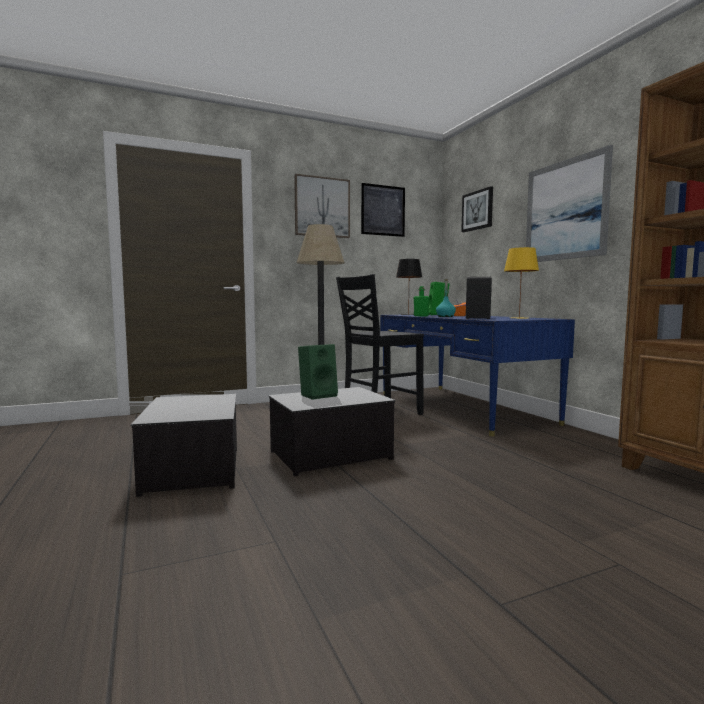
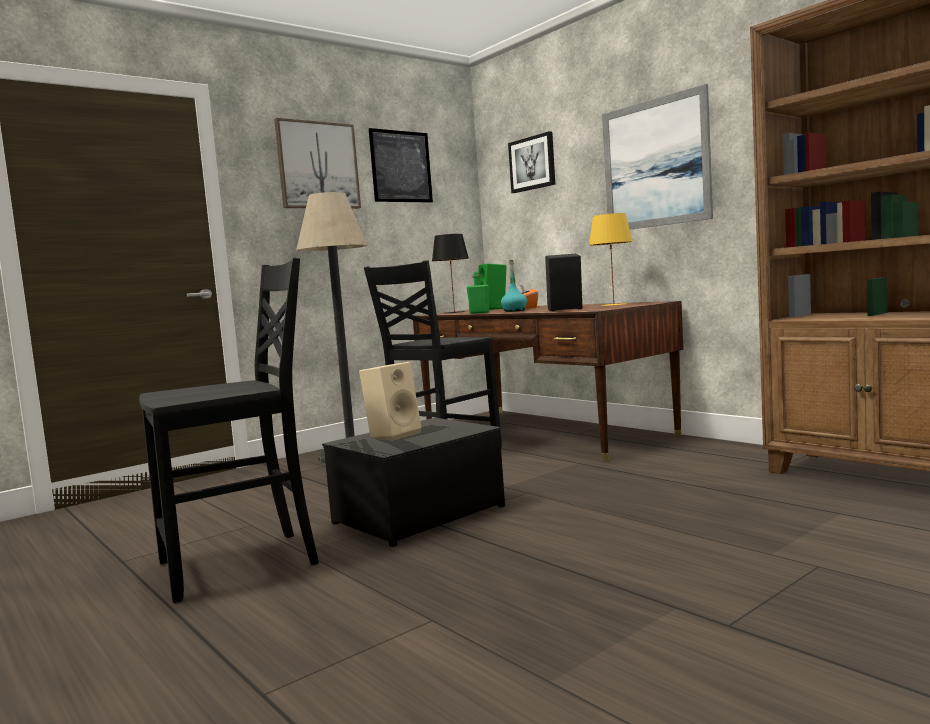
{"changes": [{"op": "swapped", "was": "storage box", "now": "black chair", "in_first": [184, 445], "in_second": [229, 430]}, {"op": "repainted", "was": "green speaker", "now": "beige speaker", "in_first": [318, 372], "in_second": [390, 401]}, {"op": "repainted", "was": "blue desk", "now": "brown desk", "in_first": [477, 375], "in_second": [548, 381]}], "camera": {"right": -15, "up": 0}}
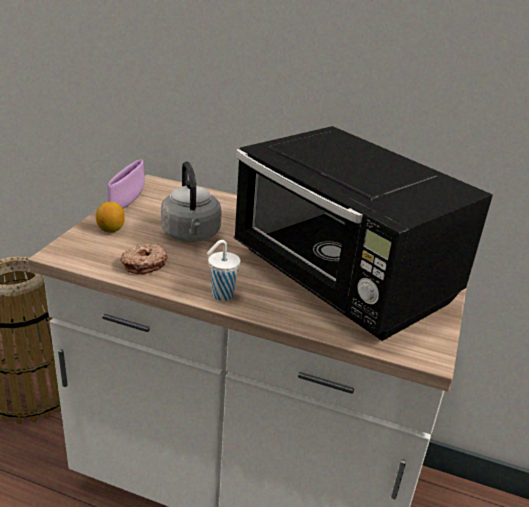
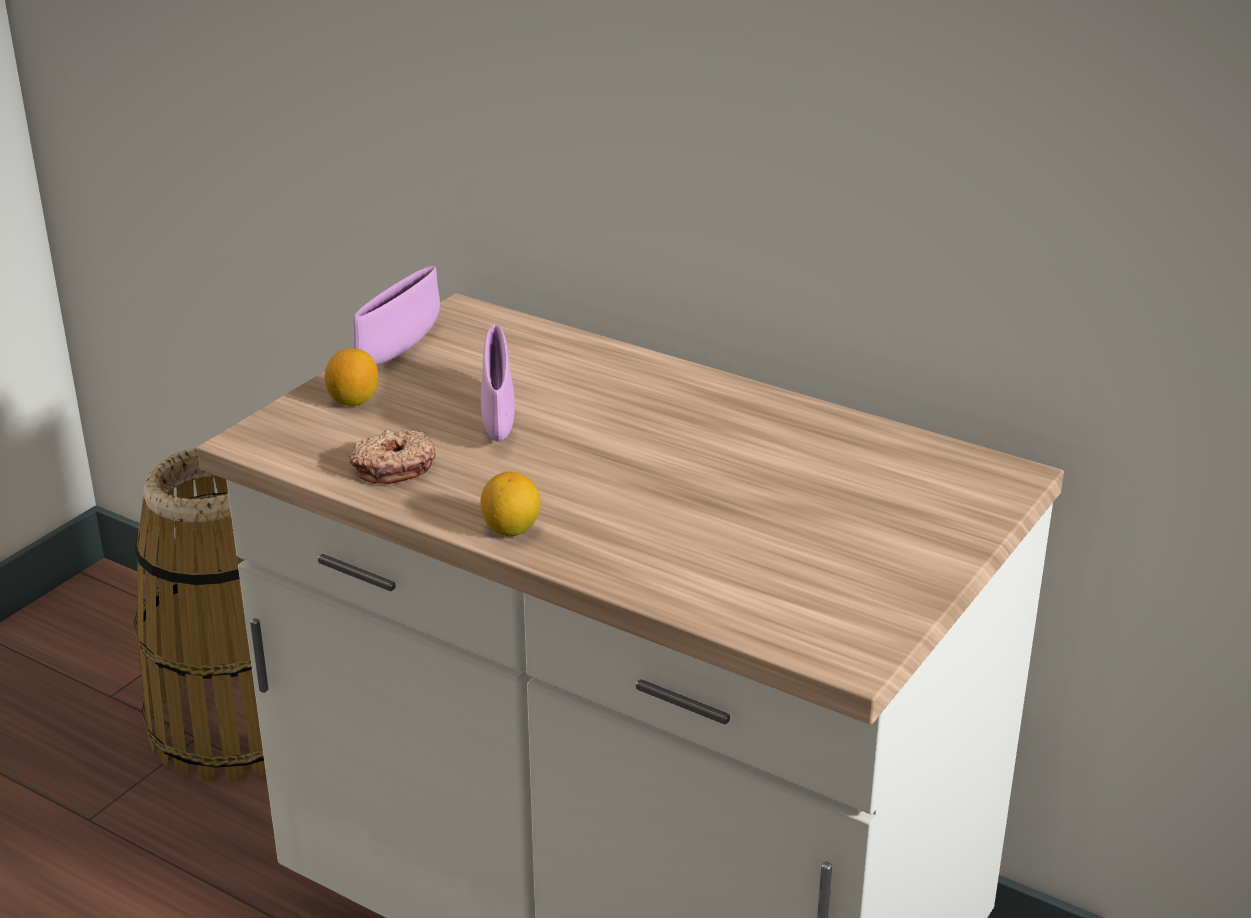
{"changes": [{"op": "gone", "was": "black microwave", "in_first": [363, 233]}, {"op": "swapped", "was": "grey kettle", "now": "purple bowl", "in_first": [191, 201], "in_second": [498, 383]}, {"op": "swapped", "was": "white cup", "now": "lemon", "in_first": [223, 270], "in_second": [510, 504]}], "camera": {"right": 15, "up": 0}}
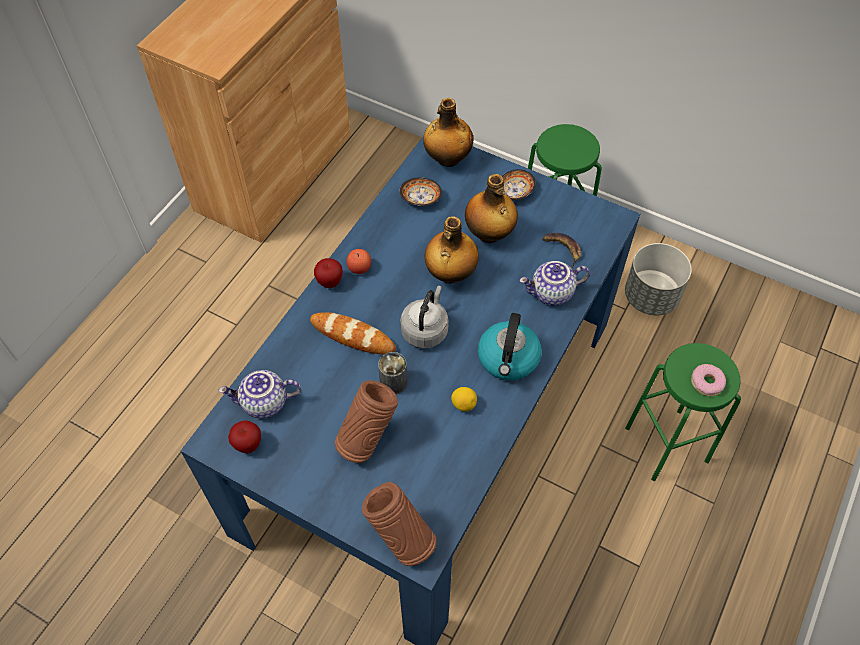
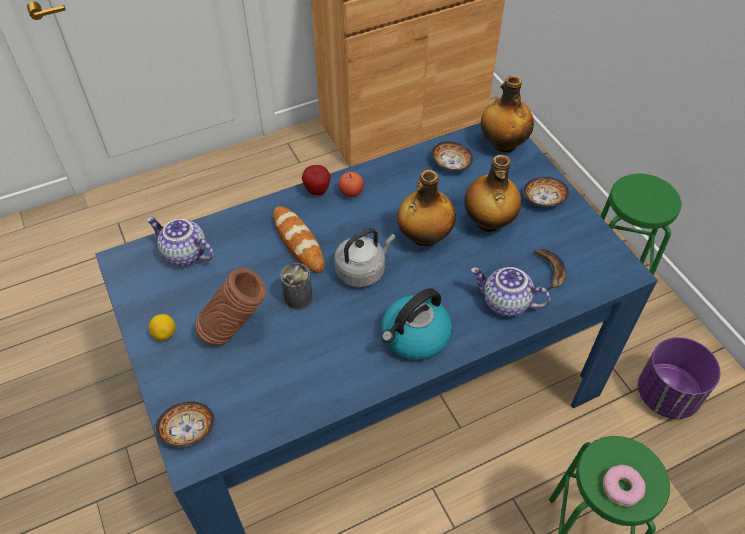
{"changes": [{"op": "gone", "was": "apple", "in_first": [244, 436]}, {"op": "shifted", "was": "lemon", "in_first": [464, 399], "in_second": [162, 327]}, {"op": "swapped", "was": "brown vase", "now": "bowl", "in_first": [399, 524], "in_second": [185, 424]}, {"op": "repainted", "was": "grey planter", "now": "purple planter", "in_first": [658, 279], "in_second": [679, 378]}], "camera": {"right": 35, "up": -5}}
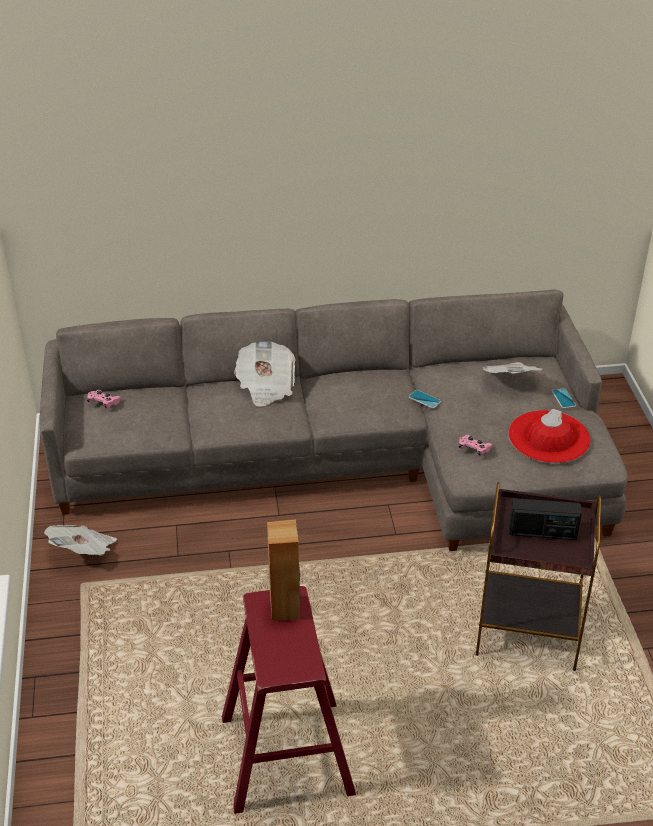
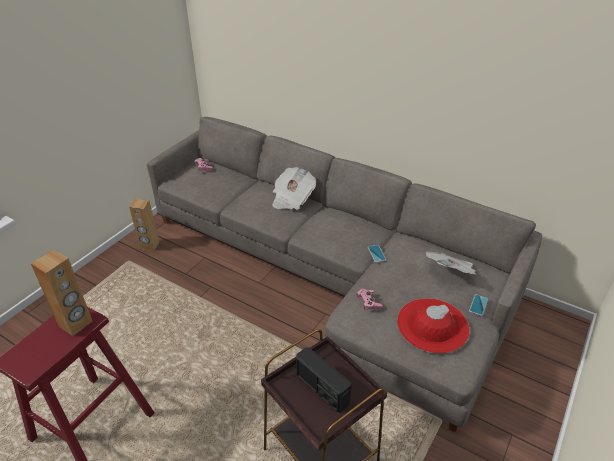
{"changes": [{"op": "swapped", "was": "newspaper", "now": "brown speaker", "in_first": [80, 540], "in_second": [144, 225]}], "camera": {"right": 40, "up": 0}}
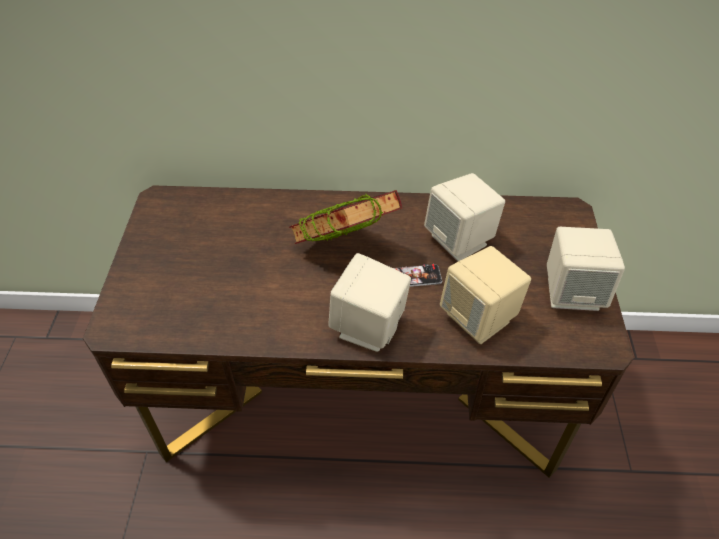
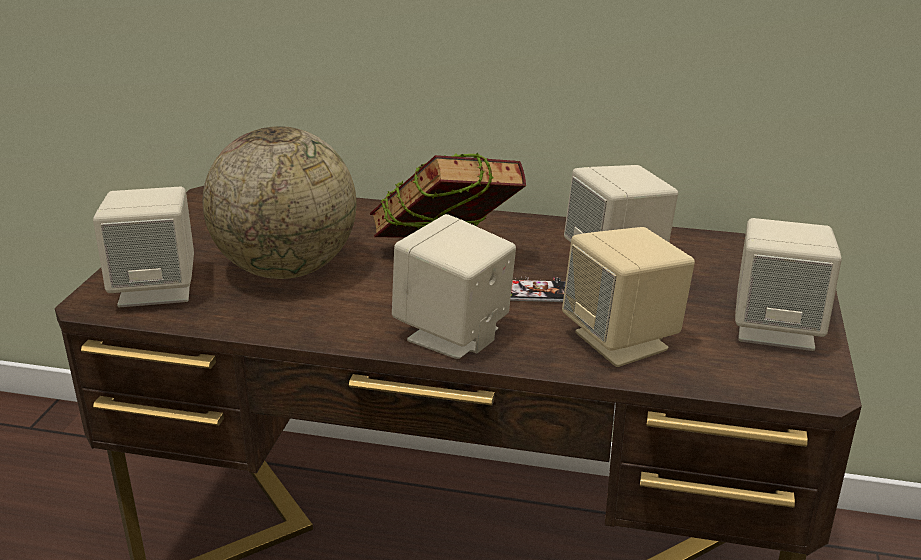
{"changes": [{"op": "new", "now": "beige speaker", "in_second": [143, 246]}, {"op": "new", "now": "globe", "in_second": [279, 202]}], "camera": {"right": 10, "up": -20}}
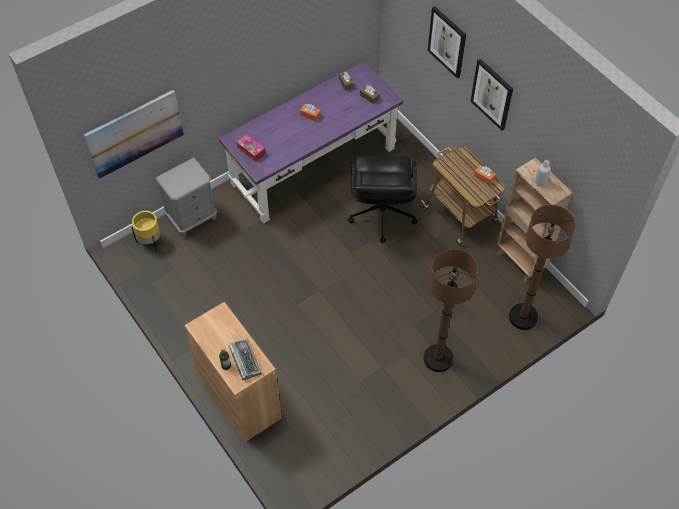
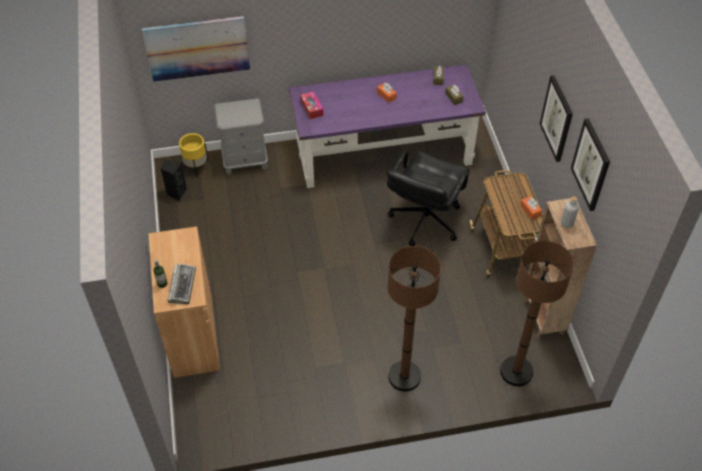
{"changes": [{"op": "new", "now": "black speaker", "in_second": [173, 181]}, {"op": "shifted", "was": "picture", "in_first": [447, 42], "in_second": [590, 164]}], "camera": {"right": 25, "up": -5}}
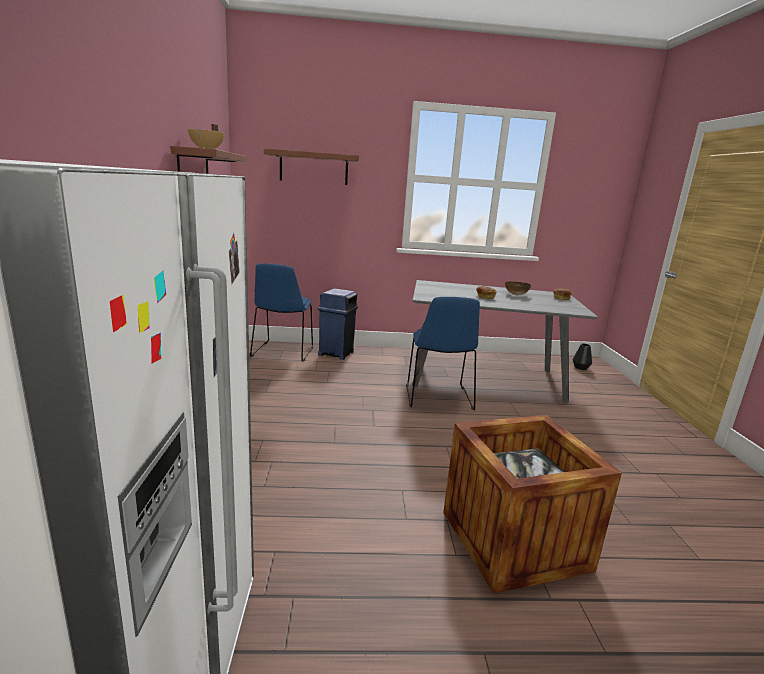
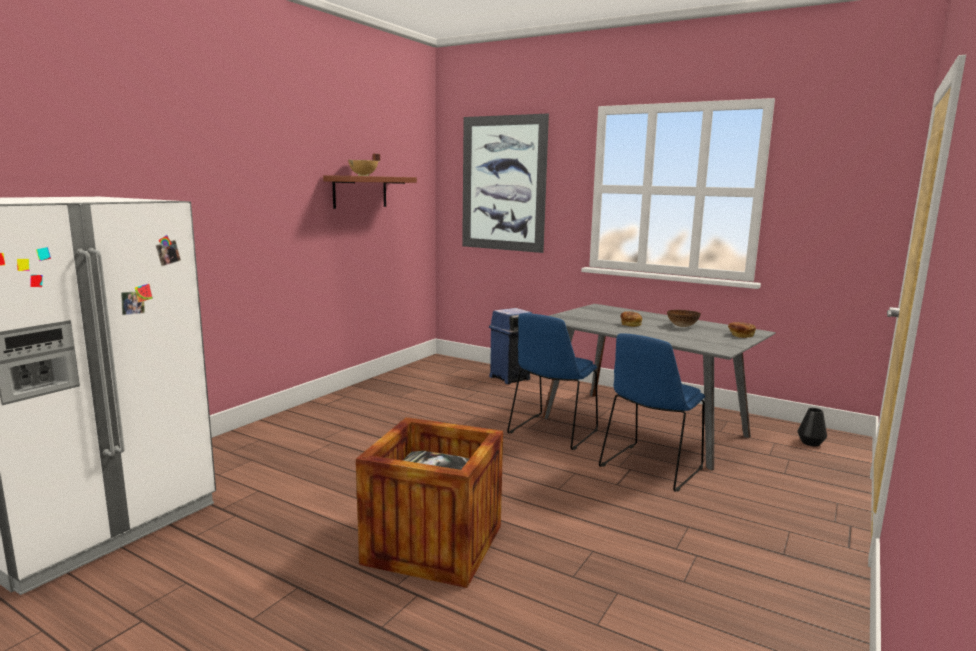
{"changes": [{"op": "shifted", "was": "blue chair", "in_first": [281, 313], "in_second": [652, 412]}, {"op": "swapped", "was": "brown shelf", "now": "picture", "in_first": [311, 167], "in_second": [505, 183]}], "camera": {"right": 35, "up": -5}}
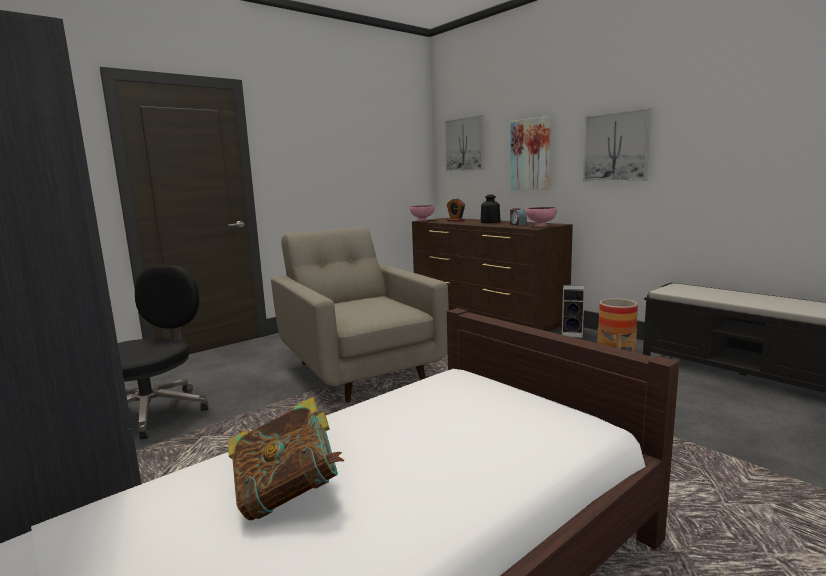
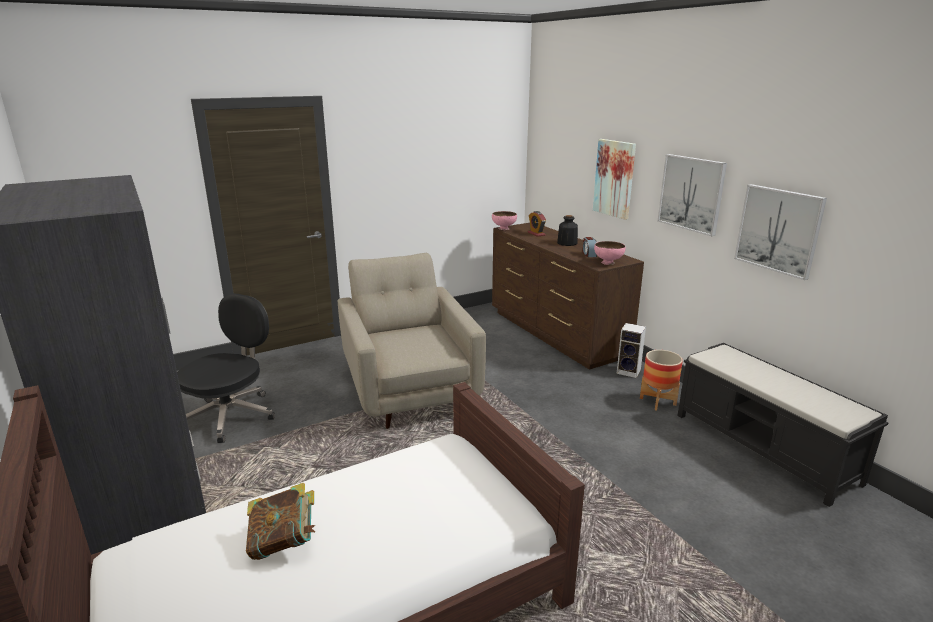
{"changes": [{"op": "shifted", "was": "picture", "in_first": [464, 143], "in_second": [780, 232]}], "camera": {"right": 10, "up": 10}}
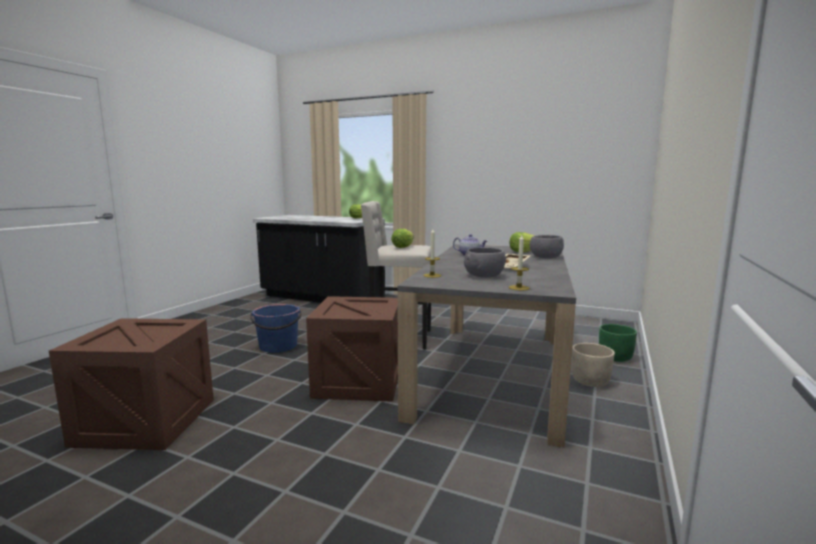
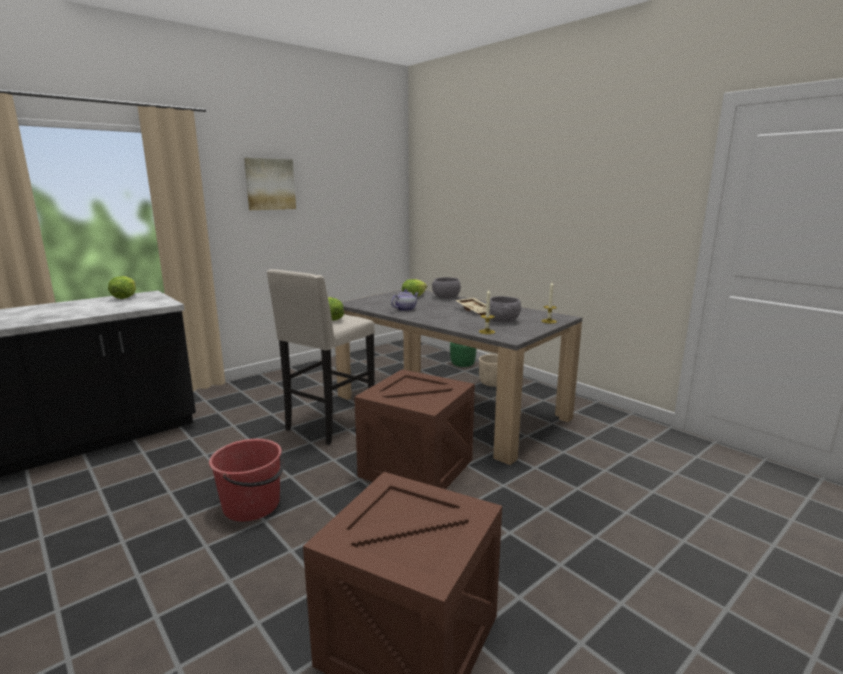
{"changes": [{"op": "new", "now": "picture", "in_second": [270, 184]}, {"op": "repainted", "was": "blue bucket", "now": "red bucket", "in_first": [275, 328], "in_second": [246, 480]}], "camera": {"right": -65, "up": 5}}
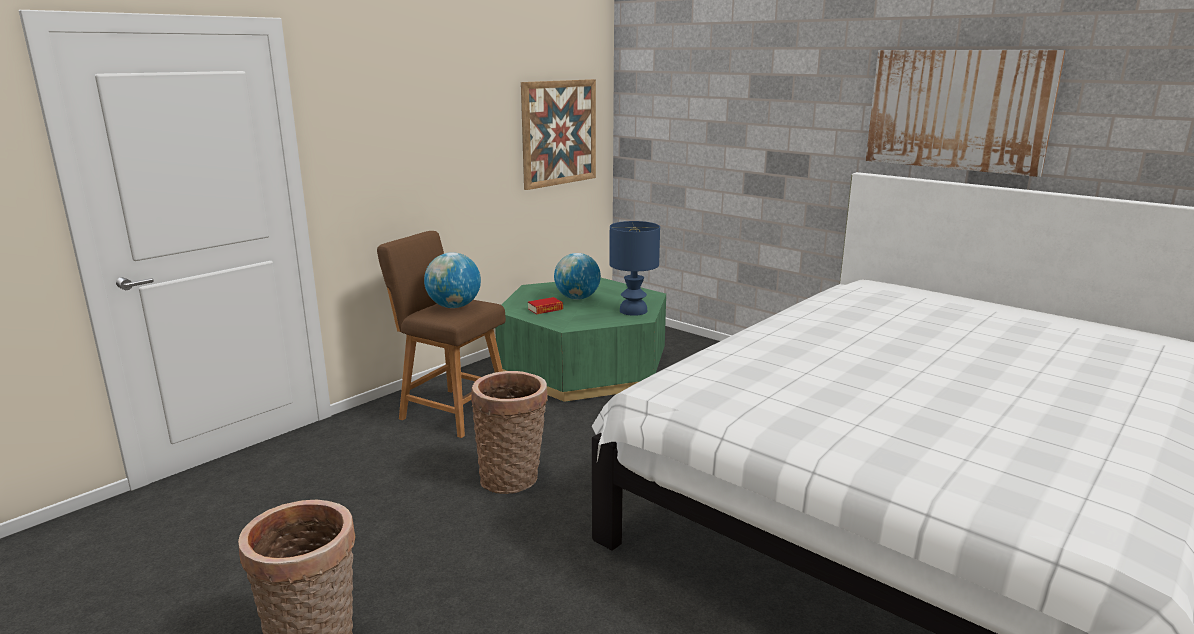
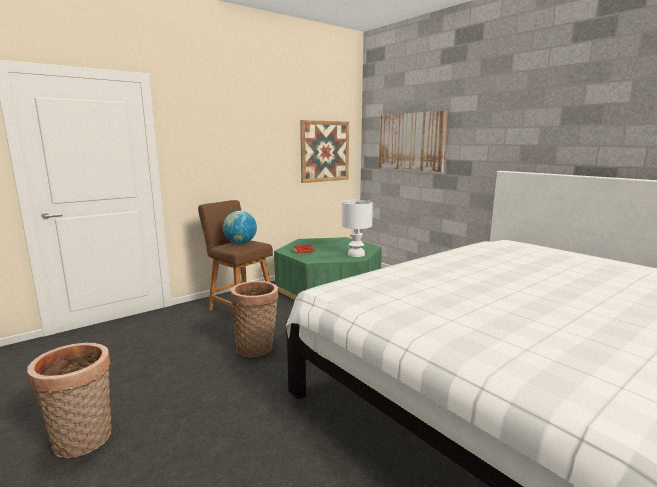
{"changes": [{"op": "gone", "was": "globe", "in_first": [577, 276]}, {"op": "shifted", "was": "picture", "in_first": [966, 113], "in_second": [413, 141]}, {"op": "repainted", "was": "blue table lamp", "now": "white table lamp", "in_first": [634, 268], "in_second": [357, 228]}], "camera": {"right": 10, "up": -5}}
